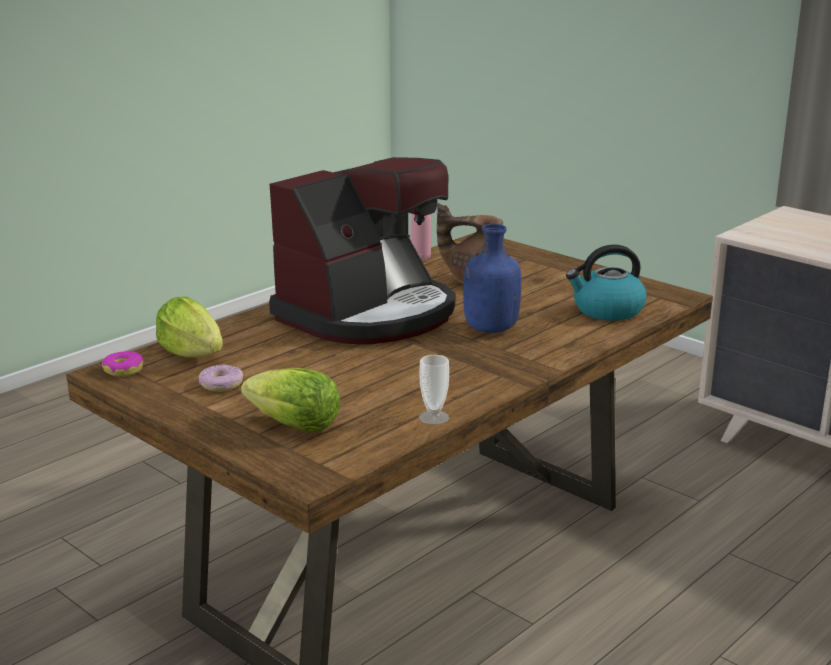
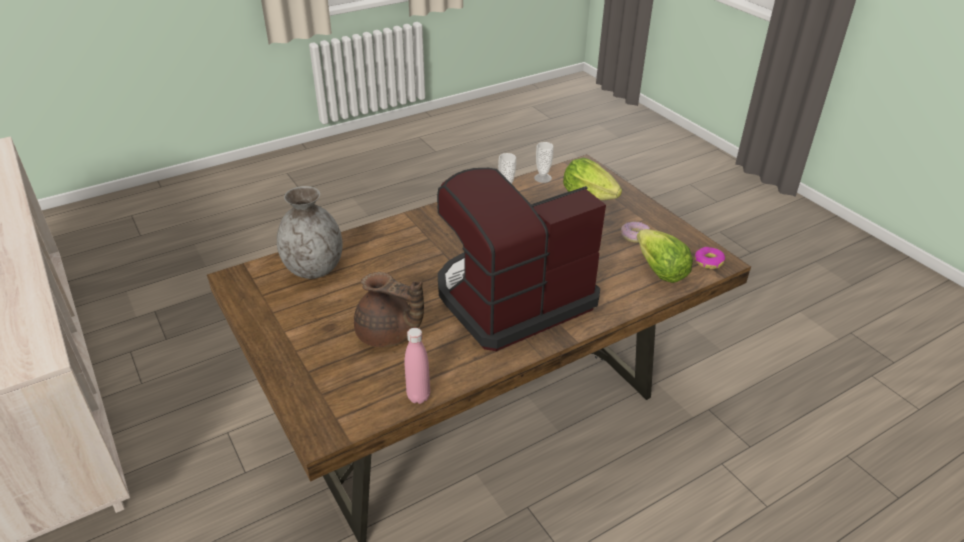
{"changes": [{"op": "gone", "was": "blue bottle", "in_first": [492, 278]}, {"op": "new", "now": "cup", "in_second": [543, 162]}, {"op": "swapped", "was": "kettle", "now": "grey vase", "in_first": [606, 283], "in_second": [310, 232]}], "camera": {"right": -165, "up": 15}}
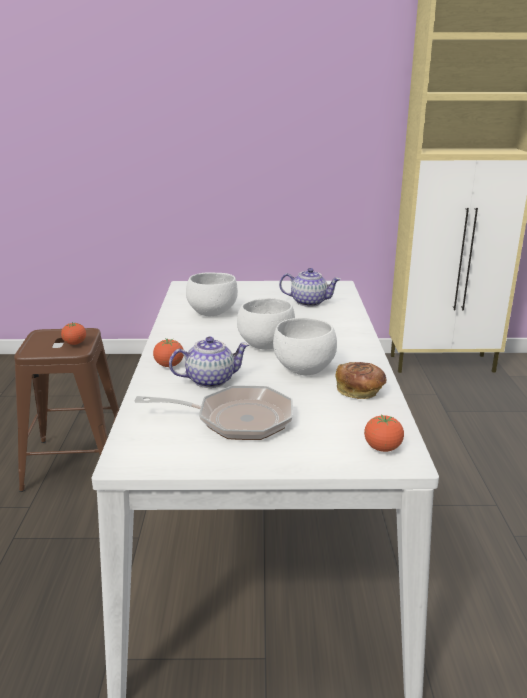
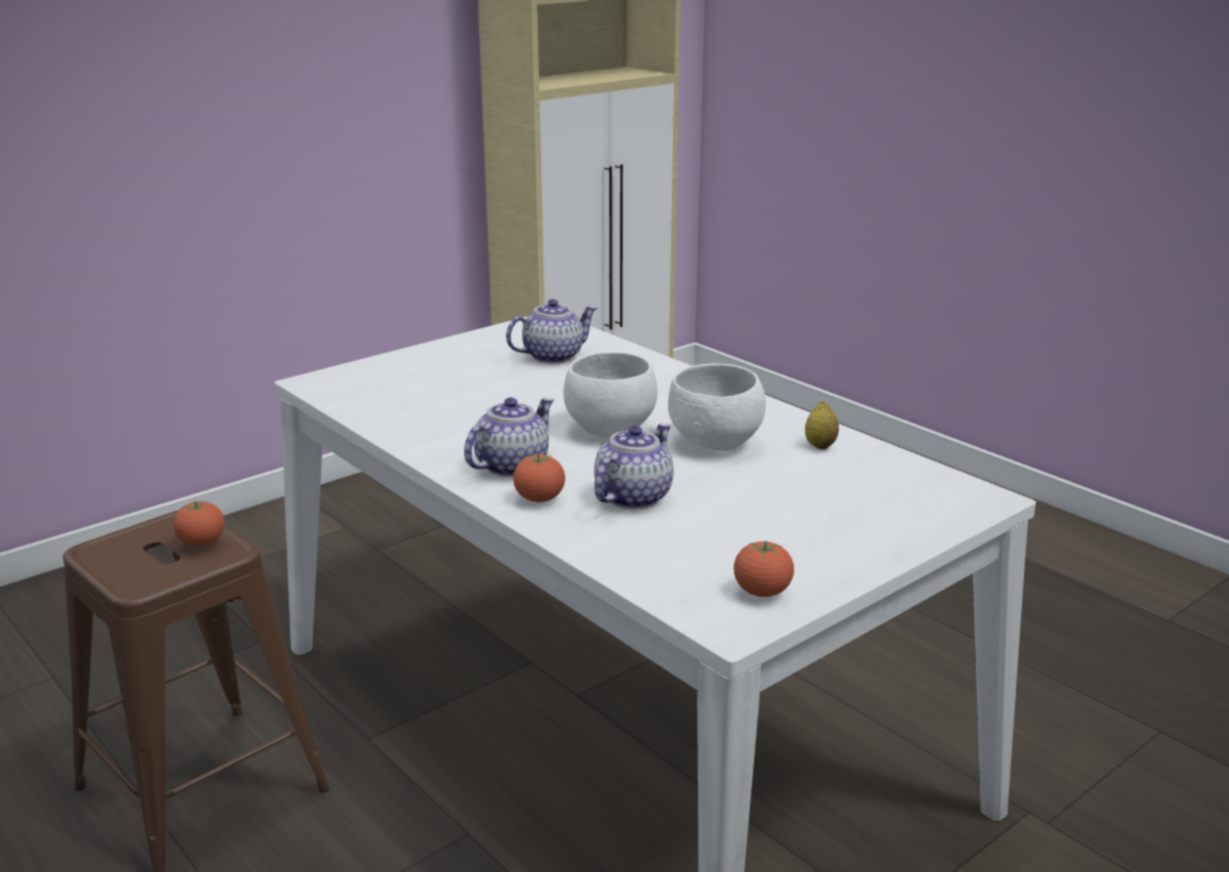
{"changes": [{"op": "gone", "was": "frying pan", "in_first": [213, 412]}, {"op": "gone", "was": "white bowl", "in_first": [212, 294]}, {"op": "new", "now": "teapot", "in_second": [509, 437]}, {"op": "shifted", "was": "tomato", "in_first": [384, 433], "in_second": [764, 569]}, {"op": "swapped", "was": "bread", "now": "lemon", "in_first": [361, 380], "in_second": [822, 425]}], "camera": {"right": -40, "up": 0}}
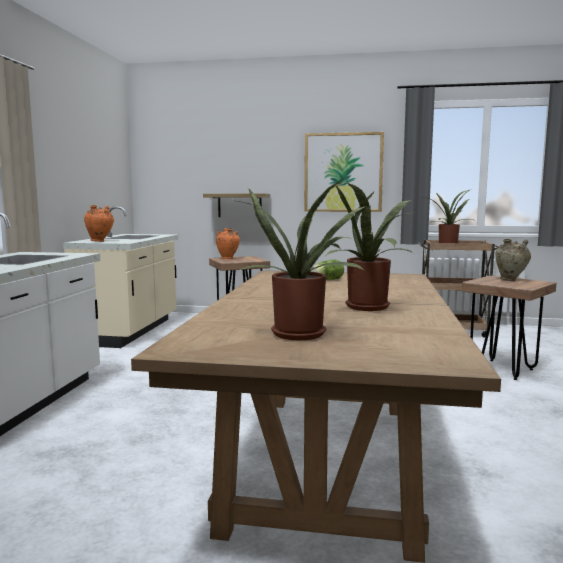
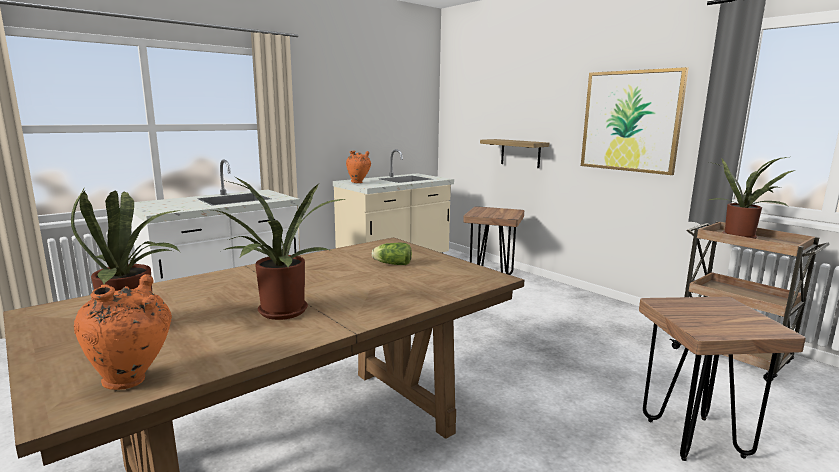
{"changes": [{"op": "gone", "was": "beige vase", "in_first": [513, 260]}, {"op": "shifted", "was": "orange vase", "in_first": [228, 243], "in_second": [123, 332]}], "camera": {"right": 40, "up": 5}}
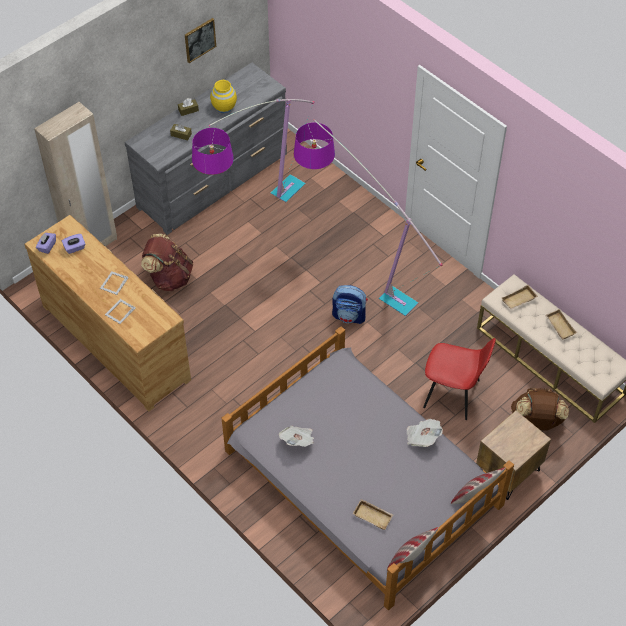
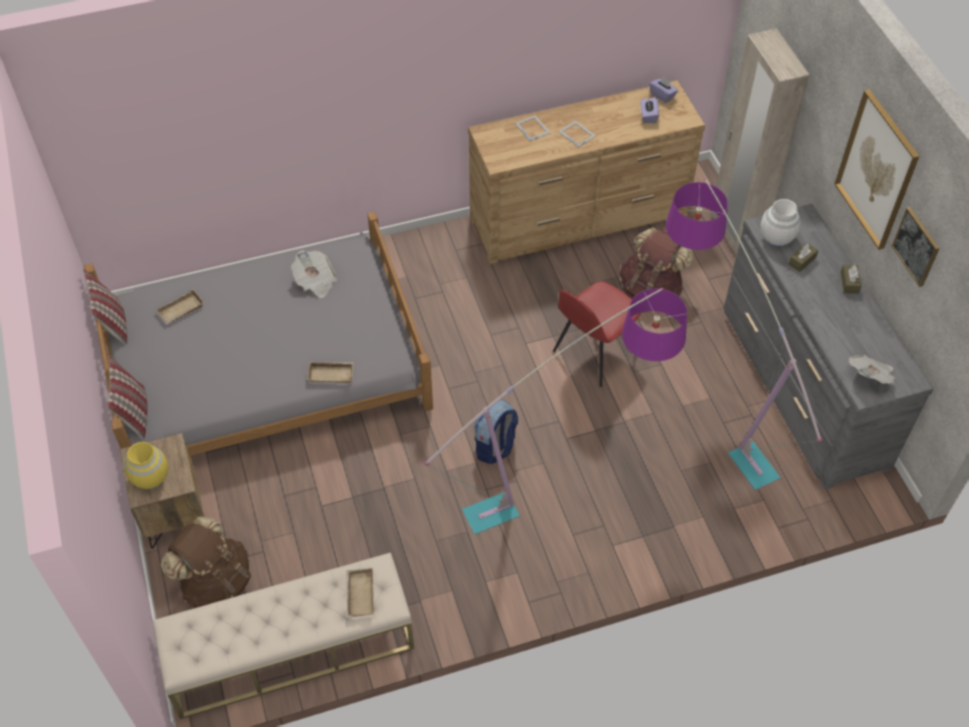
{"changes": [{"op": "new", "now": "white vase", "in_second": [781, 223]}, {"op": "new", "now": "picture", "in_second": [877, 169]}, {"op": "shifted", "was": "yellow vase", "in_first": [223, 96], "in_second": [146, 466]}, {"op": "shifted", "was": "newspaper", "in_first": [425, 433], "in_second": [872, 369]}, {"op": "shifted", "was": "red chair", "in_first": [459, 379], "in_second": [597, 334]}, {"op": "shifted", "was": "beige tray", "in_first": [561, 324], "in_second": [330, 372]}], "camera": {"right": 115, "up": 0}}
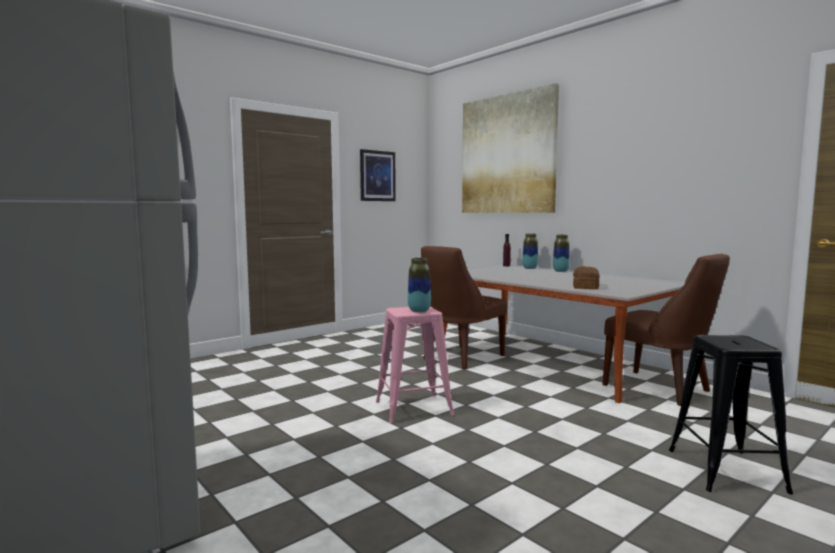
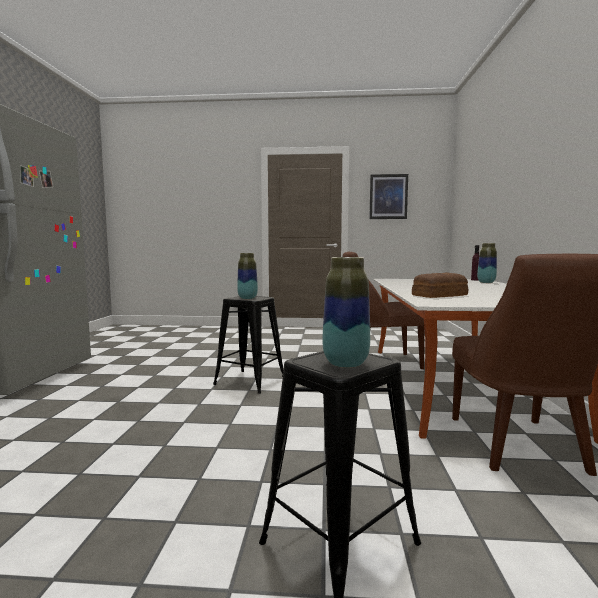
{"changes": [{"op": "gone", "was": "picture", "in_first": [510, 148]}, {"op": "shifted", "was": "vase", "in_first": [561, 253], "in_second": [346, 312]}, {"op": "repainted", "was": "pink stool", "now": "black stool", "in_first": [415, 365], "in_second": [248, 345]}], "camera": {"right": 45, "up": 0}}
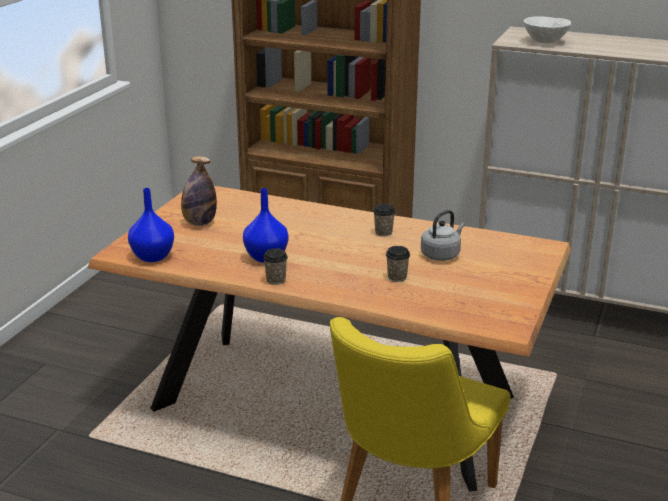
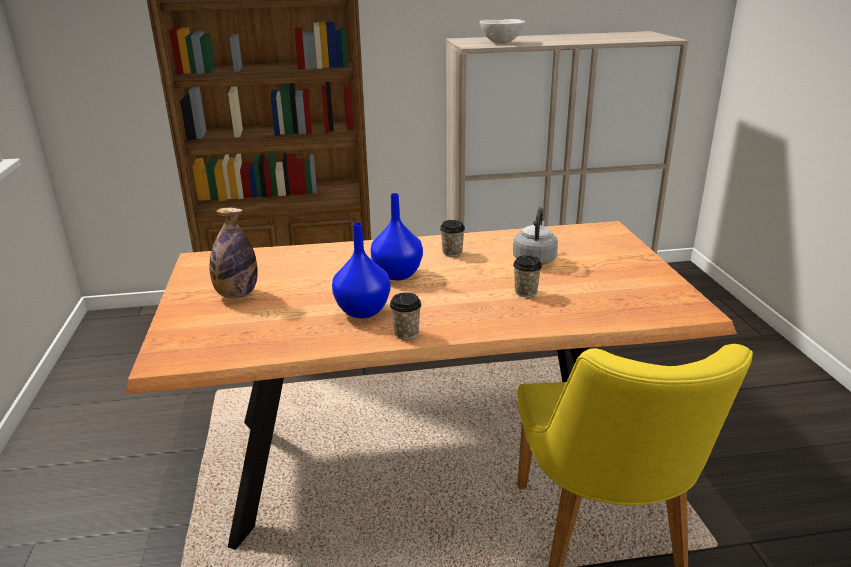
{"changes": [{"op": "shifted", "was": "blue vase", "in_first": [151, 225], "in_second": [397, 236]}], "camera": {"right": -30, "up": 0}}
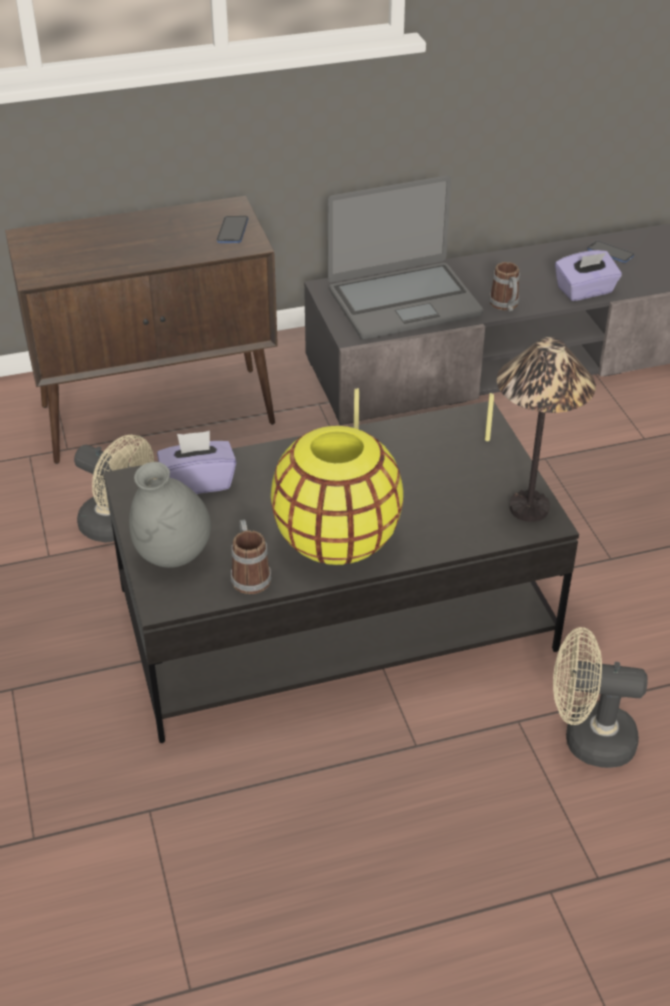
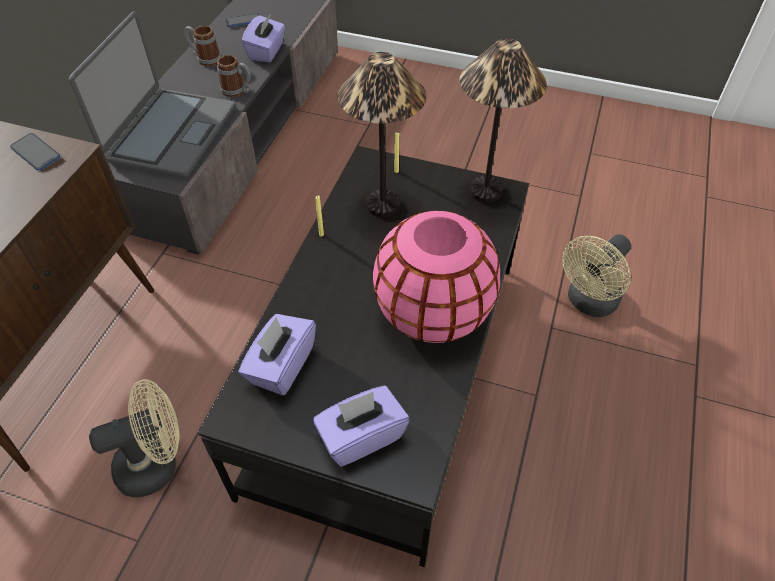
{"changes": [{"op": "new", "now": "table lamp", "in_second": [381, 134]}, {"op": "shifted", "was": "mug", "in_first": [251, 556], "in_second": [202, 46]}, {"op": "swapped", "was": "grey vase", "now": "purple tissue box", "in_first": [170, 515], "in_second": [361, 426]}, {"op": "repainted", "was": "yellow vase", "now": "pink vase", "in_first": [337, 495], "in_second": [436, 276]}], "camera": {"right": -55, "up": 10}}
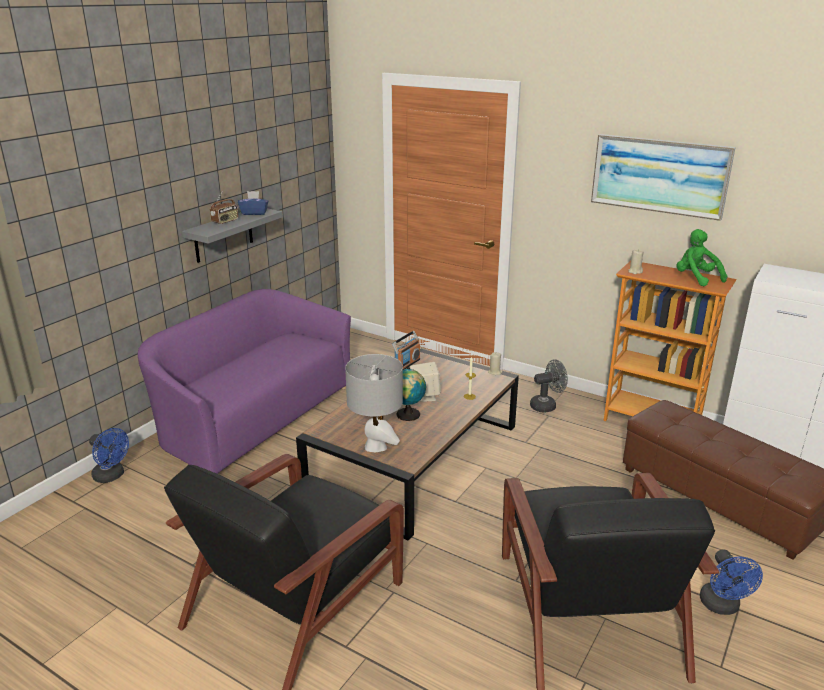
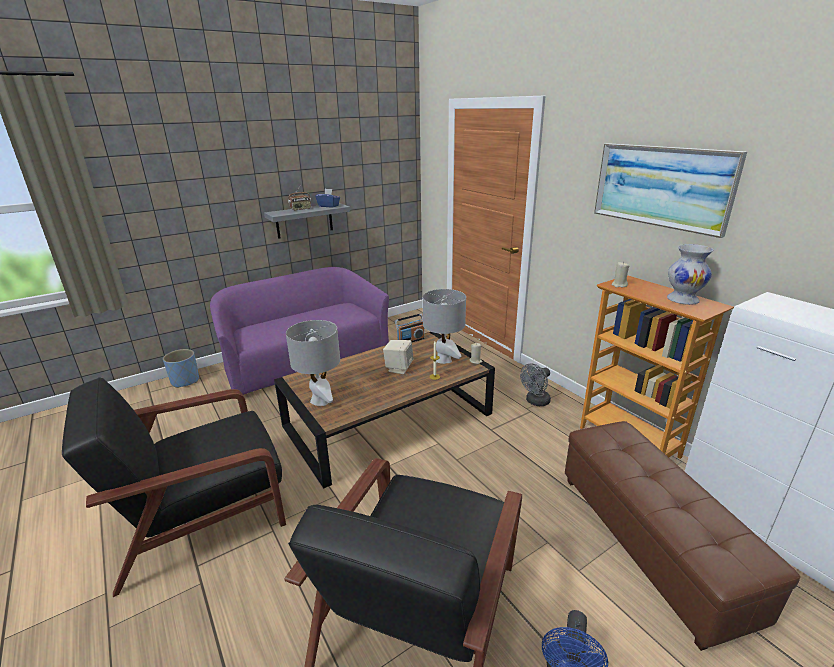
{"changes": [{"op": "gone", "was": "globe", "in_first": [411, 394]}, {"op": "new", "now": "grey table lamp", "in_second": [444, 326]}, {"op": "swapped", "was": "blue fan", "now": "blue planter", "in_first": [109, 455], "in_second": [181, 368]}, {"op": "swapped", "was": "green plush toy", "now": "white vase", "in_first": [702, 257], "in_second": [690, 274]}, {"op": "rotated", "was": "grey fan", "in_first": [549, 386], "in_second": [535, 384], "clockwise": 135}], "camera": {"right": 25, "up": 0}}
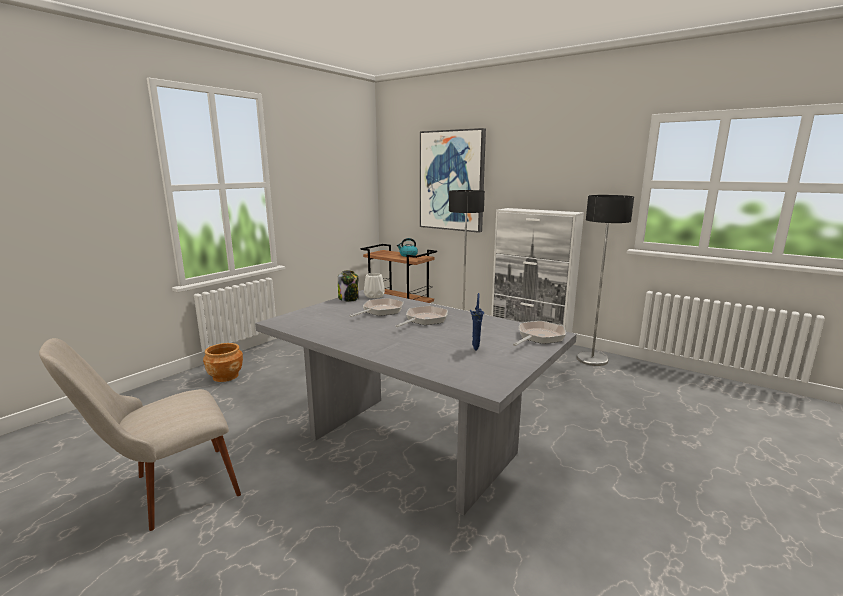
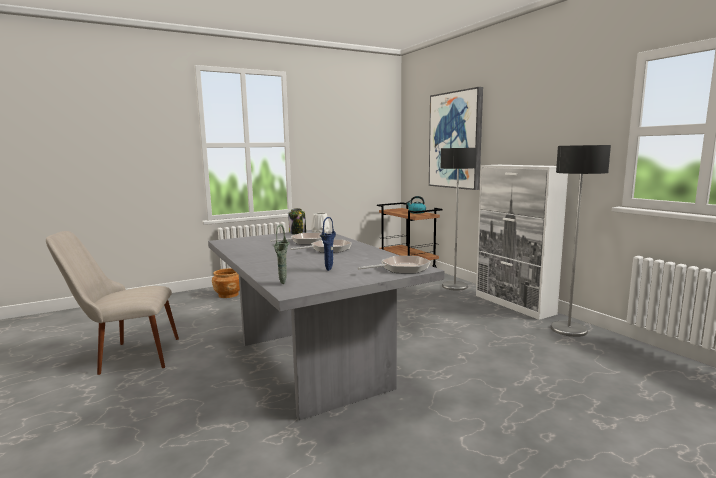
{"changes": [{"op": "new", "now": "green vase", "in_second": [282, 254]}], "camera": {"right": 25, "up": -5}}
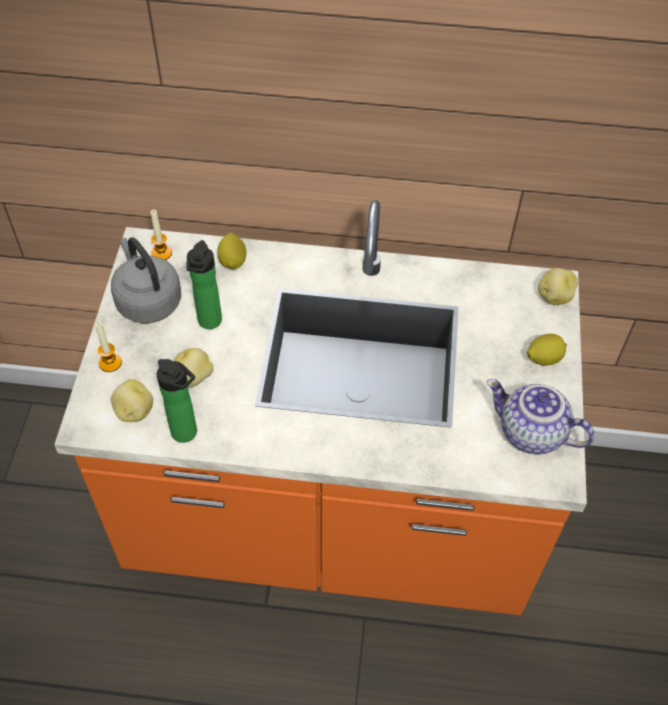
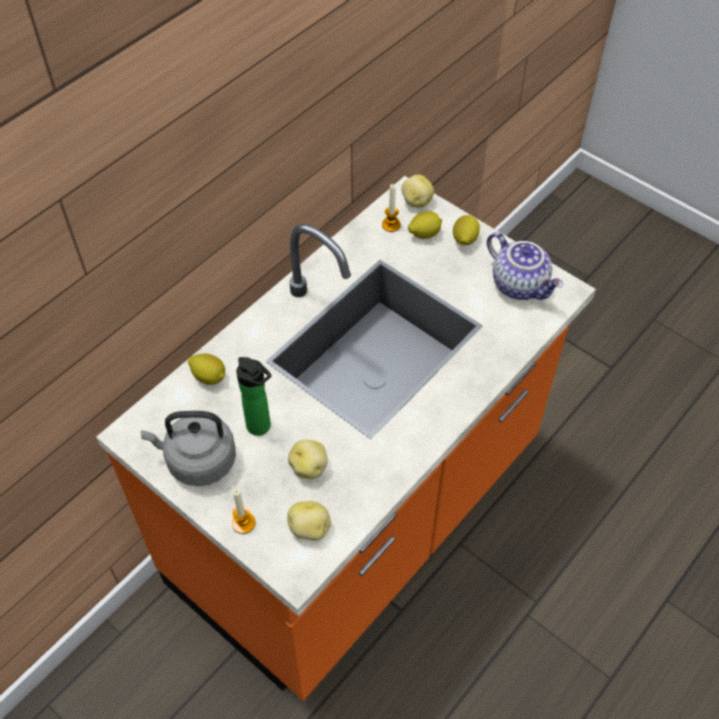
{"changes": [{"op": "gone", "was": "bottle", "in_first": [177, 401]}, {"op": "new", "now": "lemon", "in_second": [425, 225]}, {"op": "shifted", "was": "candle", "in_first": [161, 234], "in_second": [391, 208]}, {"op": "rotated", "was": "teapot", "in_first": [540, 416], "in_second": [525, 266], "clockwise": -105}], "camera": {"right": -55, "up": 0}}
